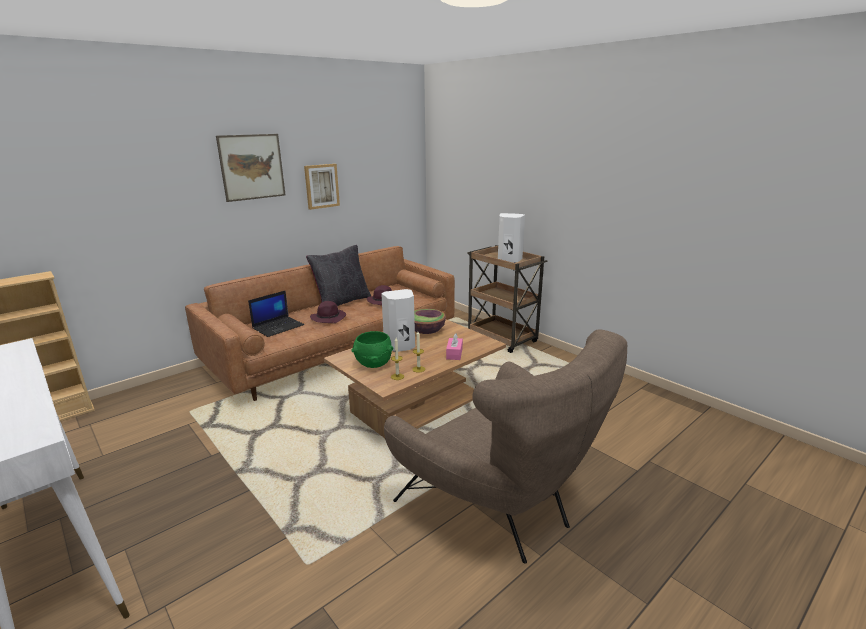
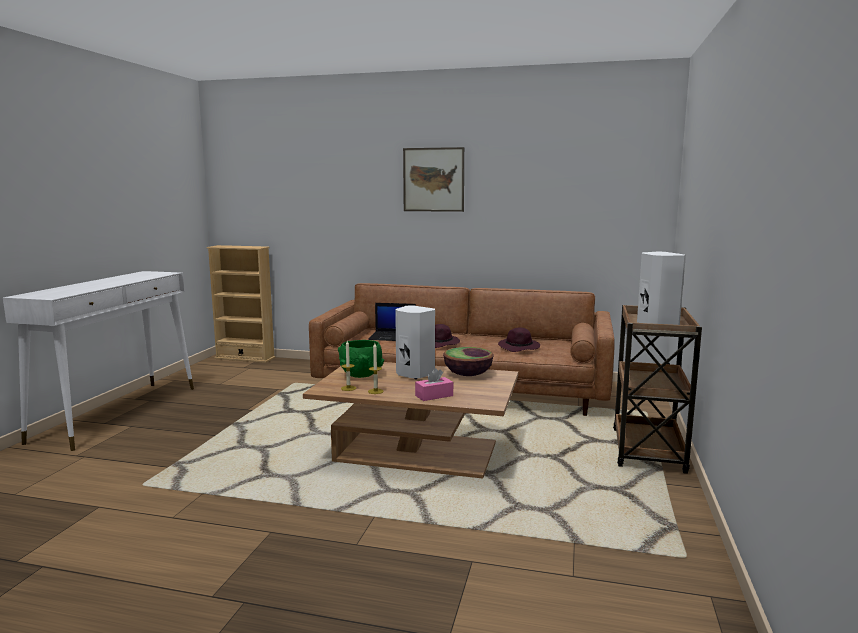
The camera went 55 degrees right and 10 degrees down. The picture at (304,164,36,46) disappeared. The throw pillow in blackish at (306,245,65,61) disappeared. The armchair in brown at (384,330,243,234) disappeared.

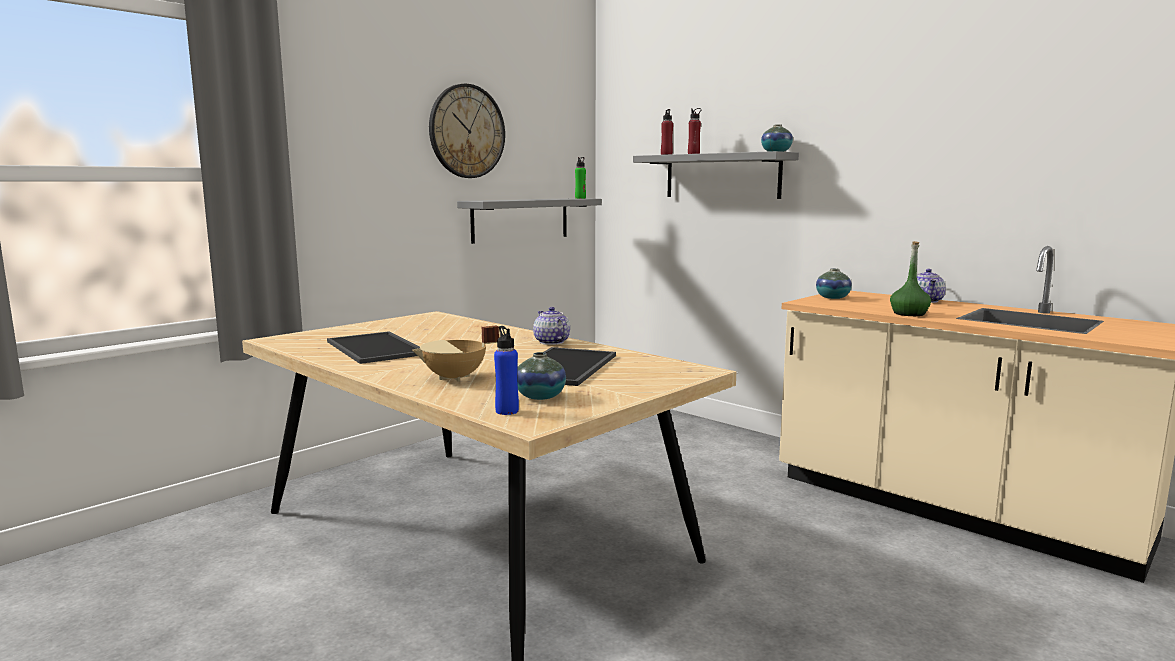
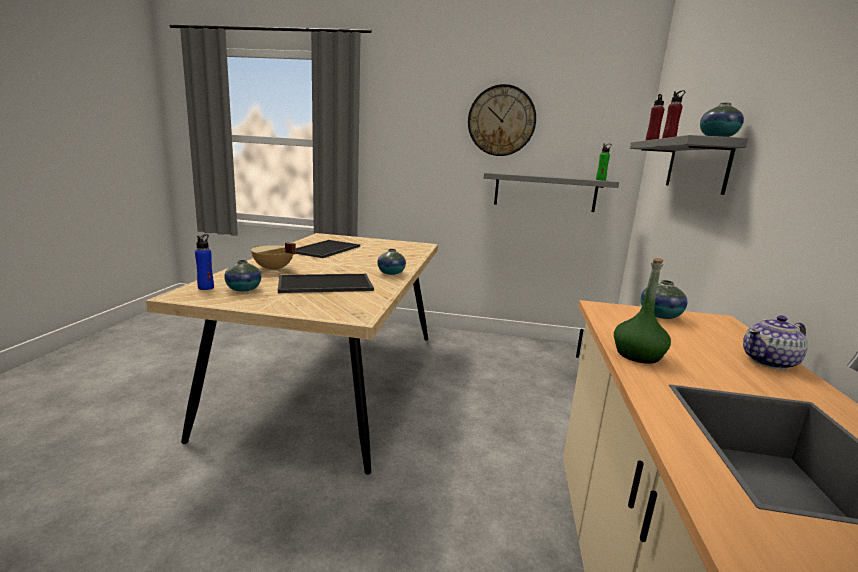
The camera went 55 degrees right and 5 degrees up. The tea pot at (533,307,37,38) was replaced by the vase at (377,249,29,26).

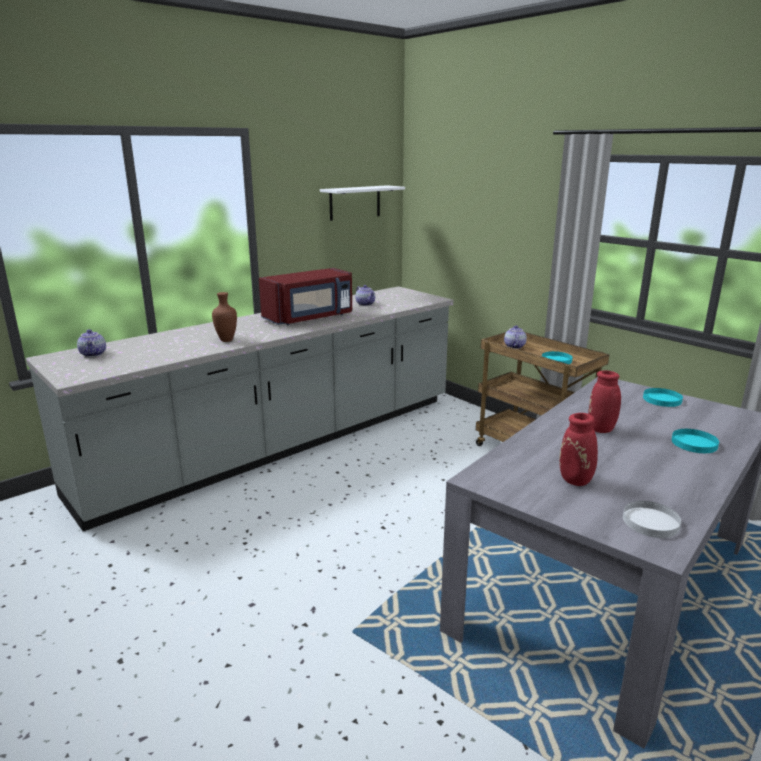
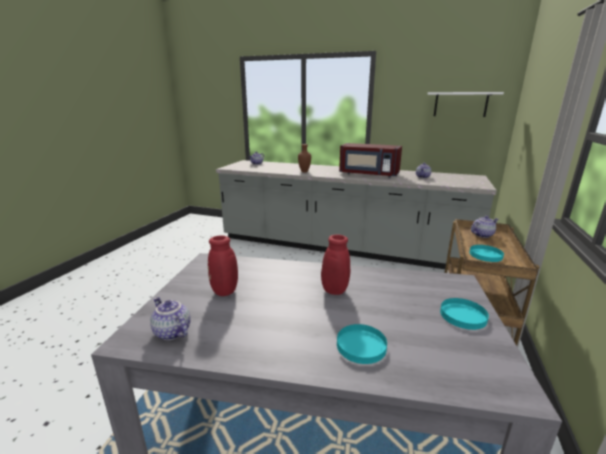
The camera went 60 degrees right and 0 degrees up. The flat dish in white at (623,501,58,37) was replaced by the tea pot at (150,297,41,43).

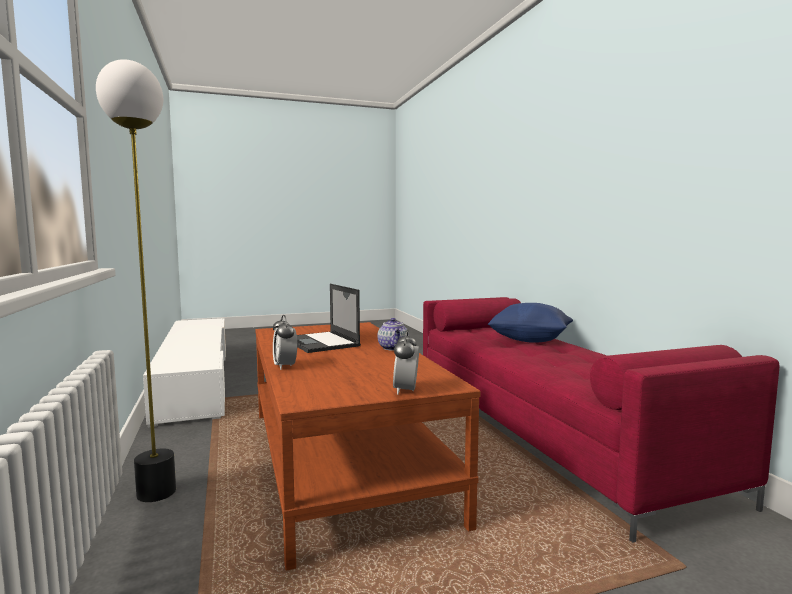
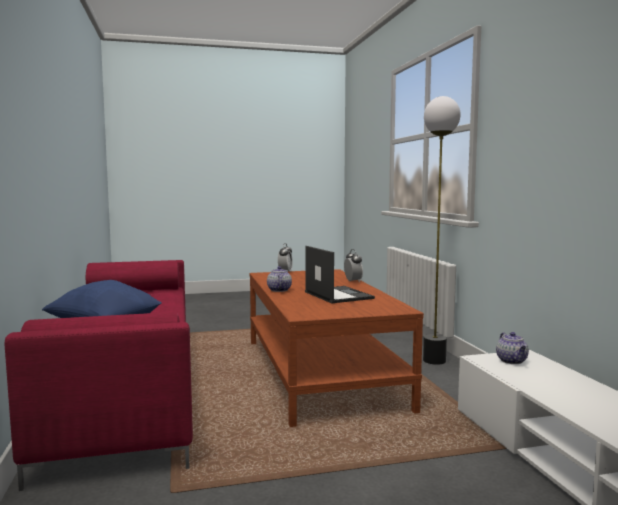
The camera went 175 degrees left and 0 degrees up. The tea pot at (496,332,33,32) appeared.

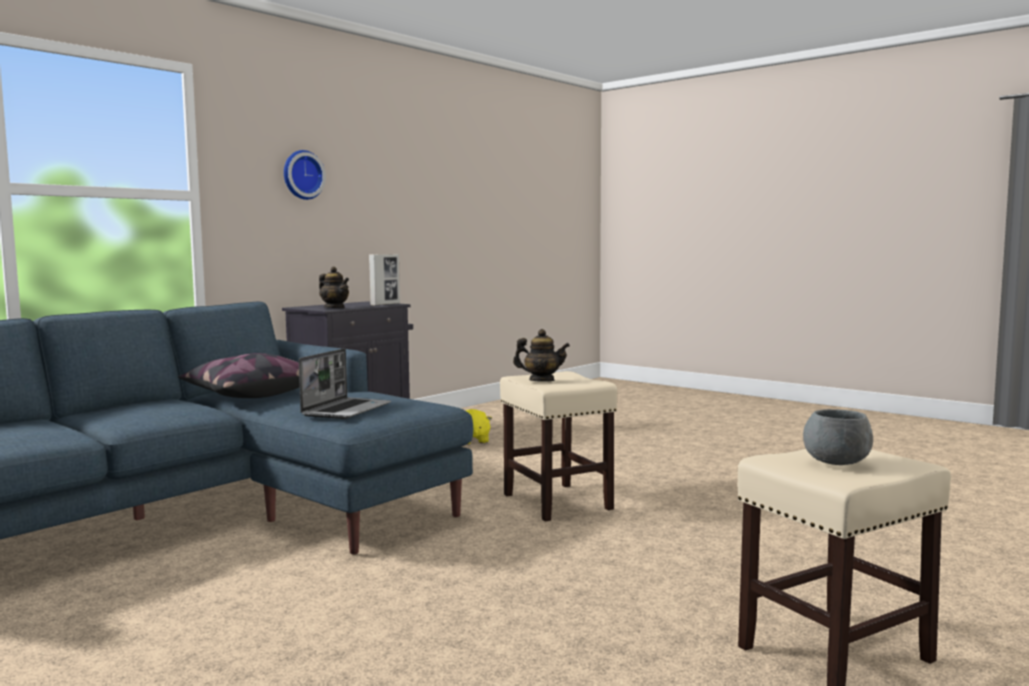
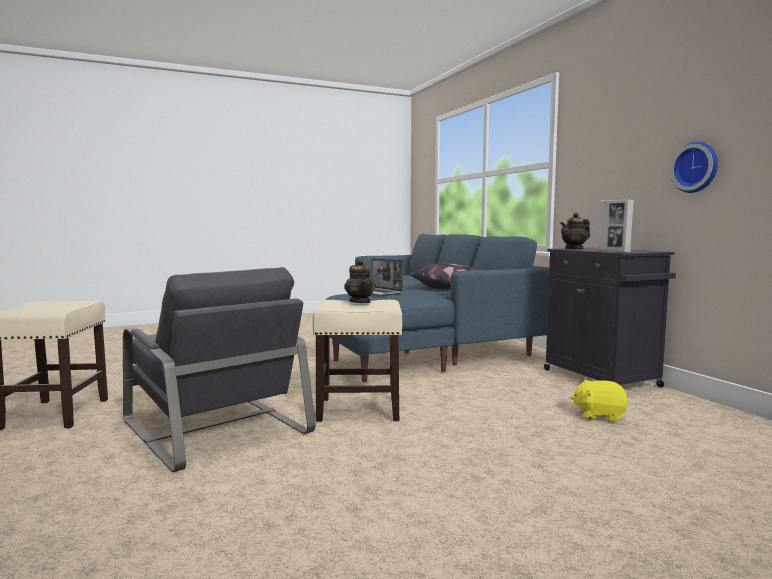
The camera went 115 degrees right and 0 degrees up. The deep dish in gray at (803,409,70,56) disappeared. The armchair in gray at (123,267,193,205) appeared. The wall clock moved from (284,150,42,50) to (670,141,48,52). The tea pot at (513,329,57,53) turned 60 degrees counterclockwise.

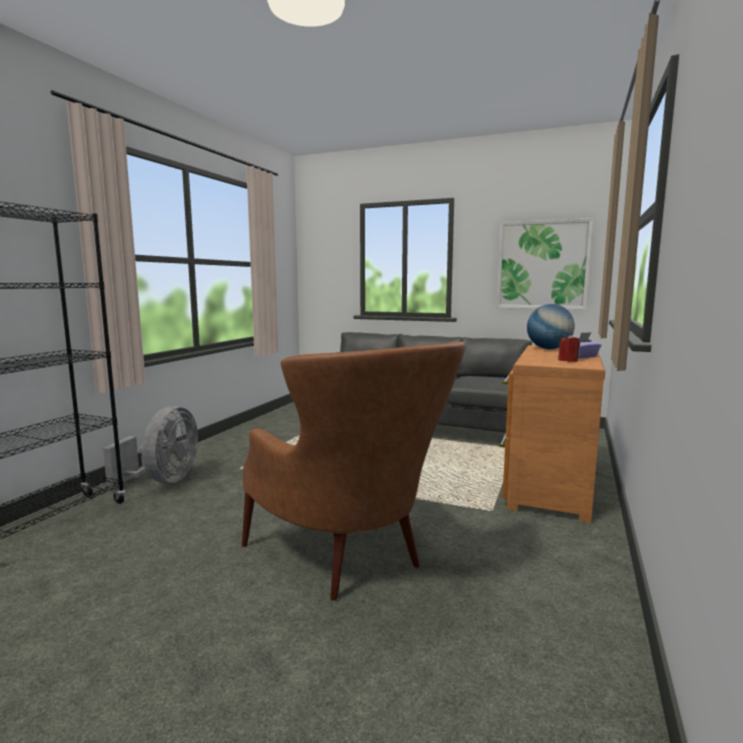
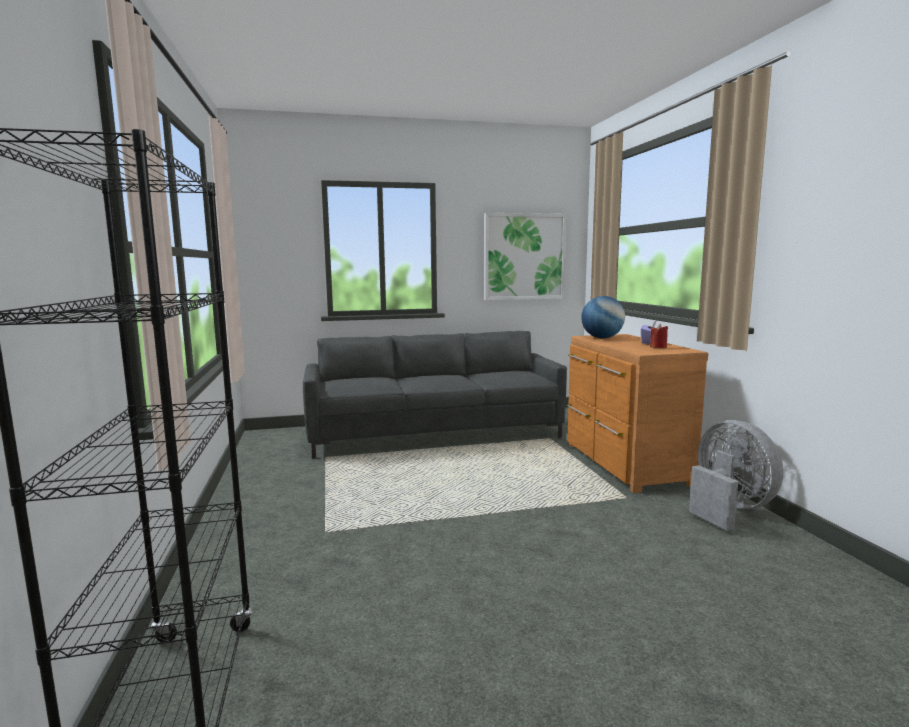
The camera went 35 degrees left and 0 degrees up. The armchair in brown at (242,341,224,259) disappeared. The fan in gray moved from (103,406,95,82) to (689,420,94,111).

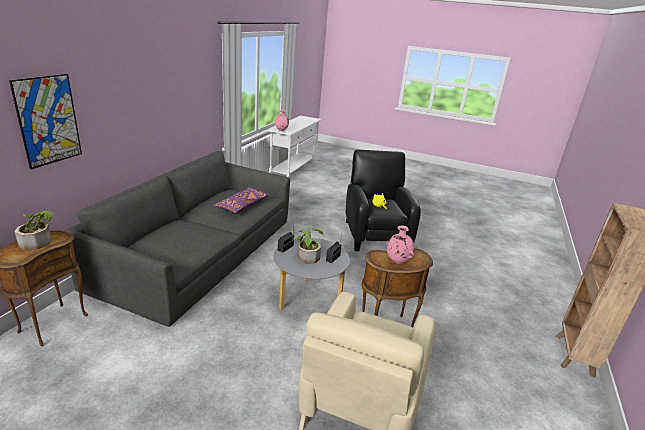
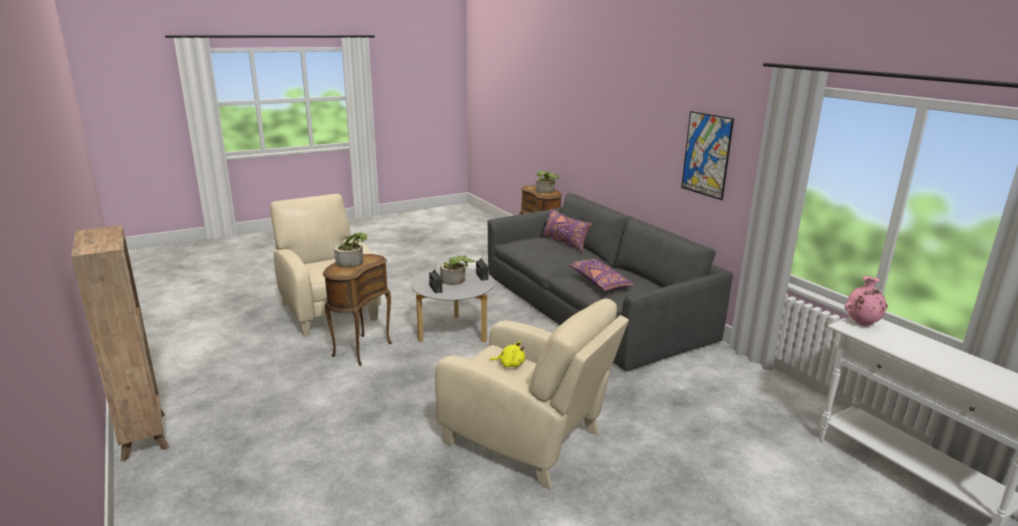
The camera went 130 degrees right and 5 degrees down. The throw pillow in purple-coloured at (543,209,49,43) appeared. The picture moved from (9,74,73,95) to (681,111,53,89). The vase in pink-coloured at (387,226,27,38) was replaced by the plant in a pot at (334,233,33,35). The armchair in blackish at (346,150,75,101) became the armchair in beige-coloured at (435,299,194,191).

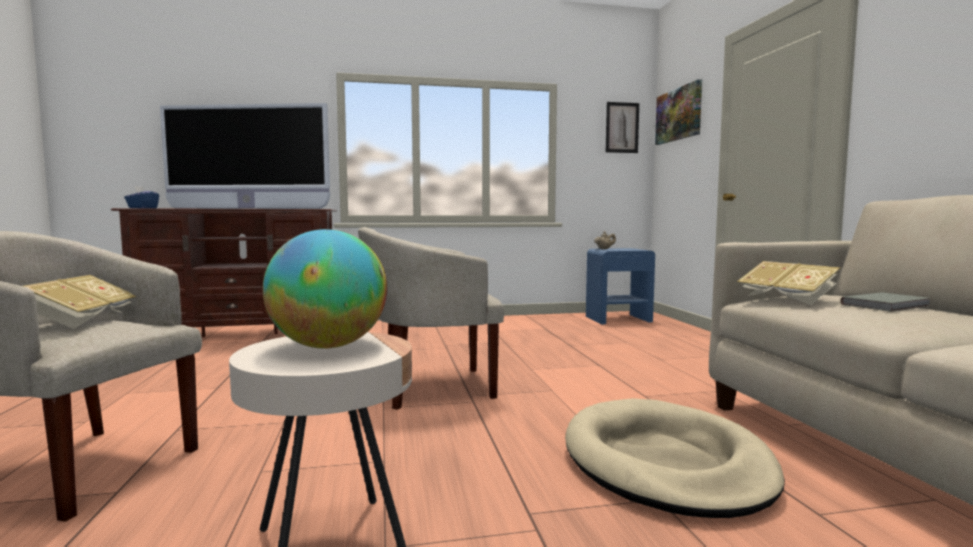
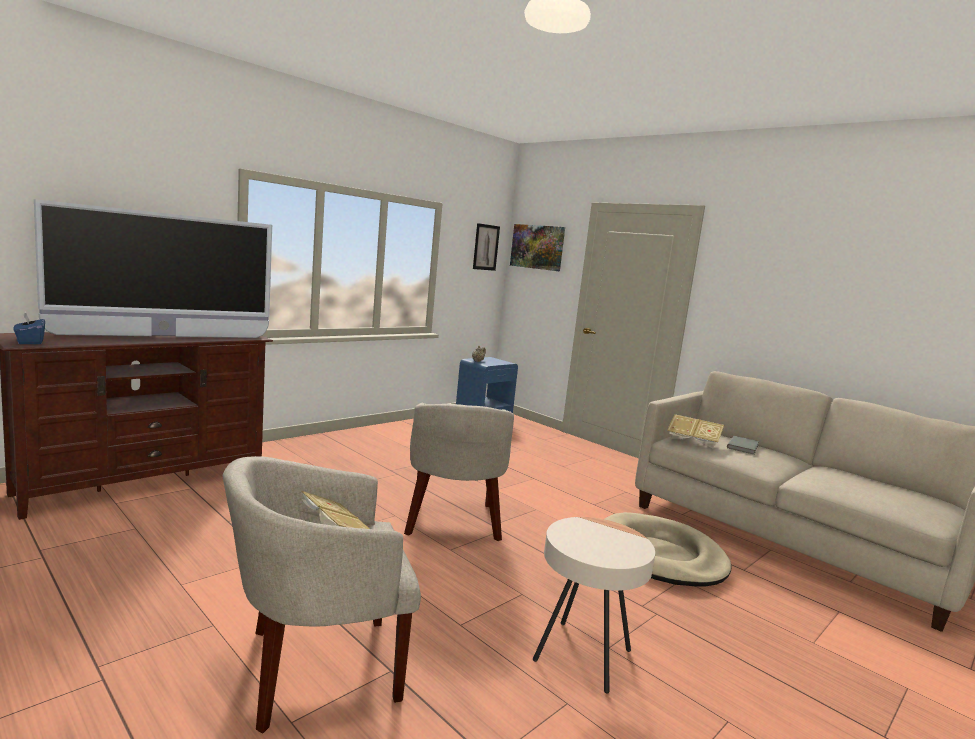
The camera went 35 degrees left and 5 degrees up. The globe at (263,229,124,120) disappeared. The armchair in beige-coloured at (358,227,146,183) turned 45 degrees counterclockwise.

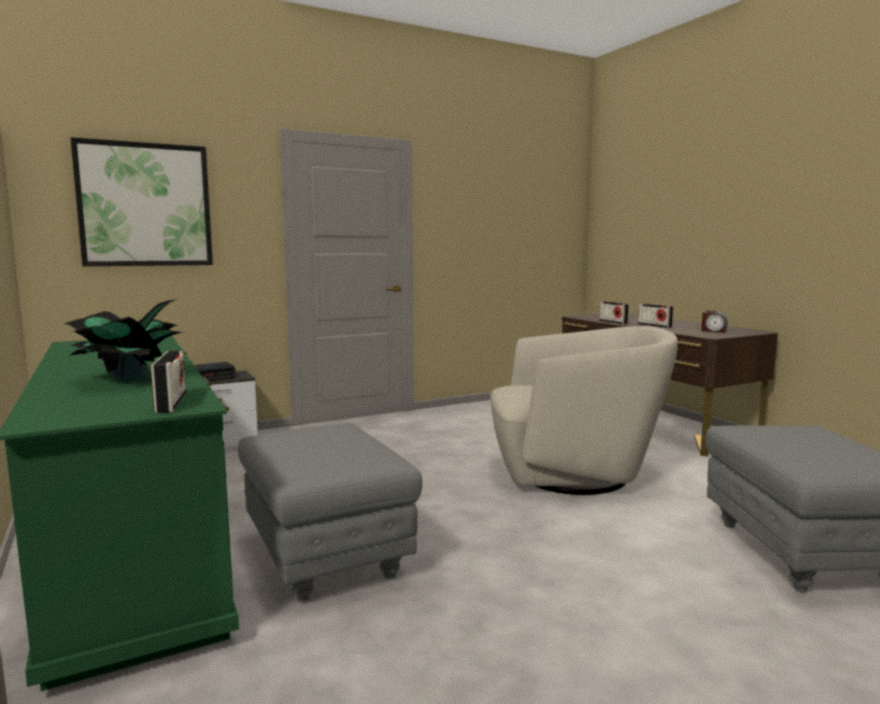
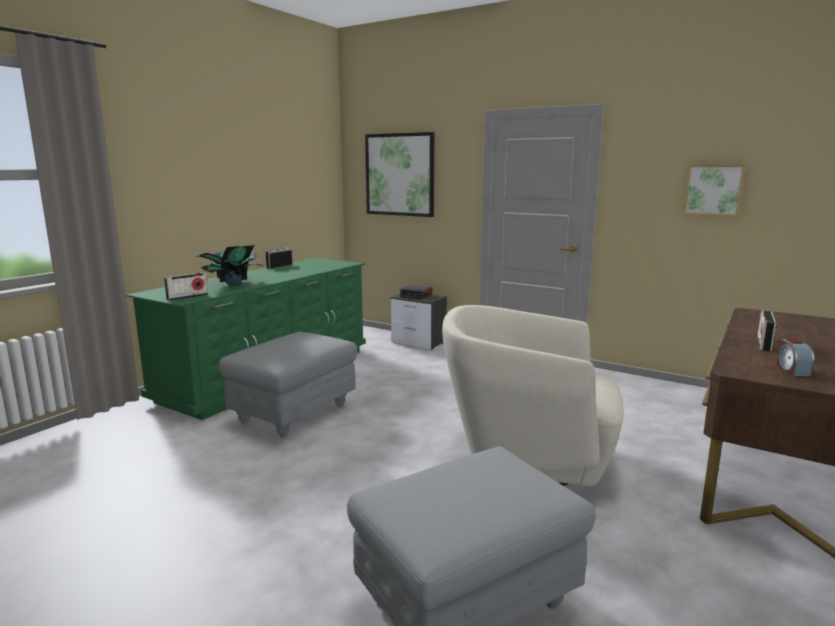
The camera went 60 degrees right and 5 degrees up. The picture at (684,165,61,51) appeared. The radio moved from (599,301,30,24) to (265,248,27,21). The armchair in beige-coloured at (491,326,187,169) turned 135 degrees clockwise.

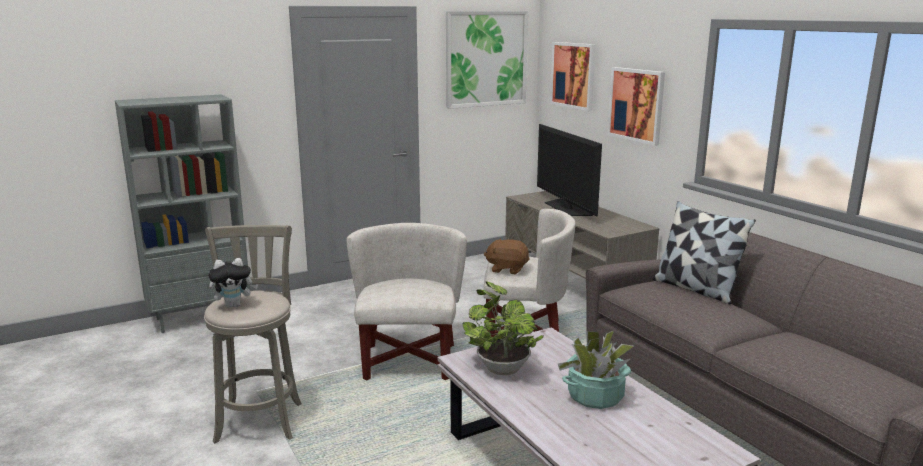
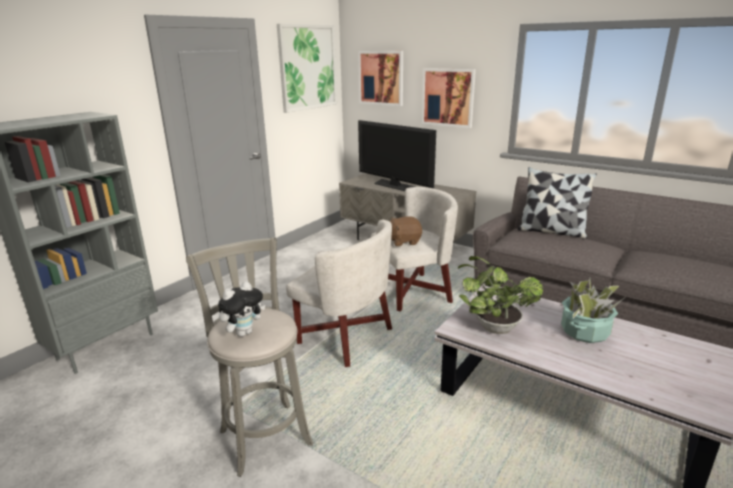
The camera went 25 degrees left and 5 degrees up. The armchair in white at (347,223,120,158) turned 150 degrees clockwise.

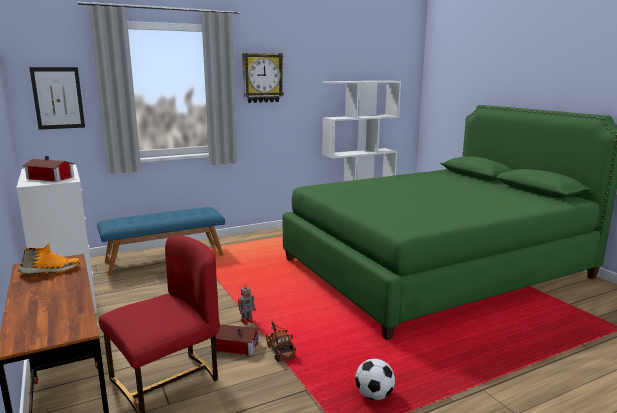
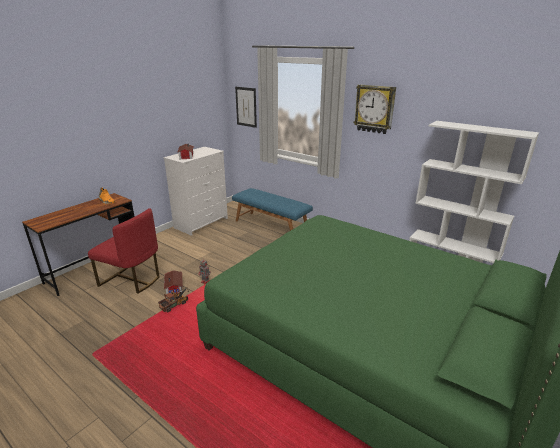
The camera went 65 degrees right and 10 degrees up. The football at (355,358,40,42) disappeared.

